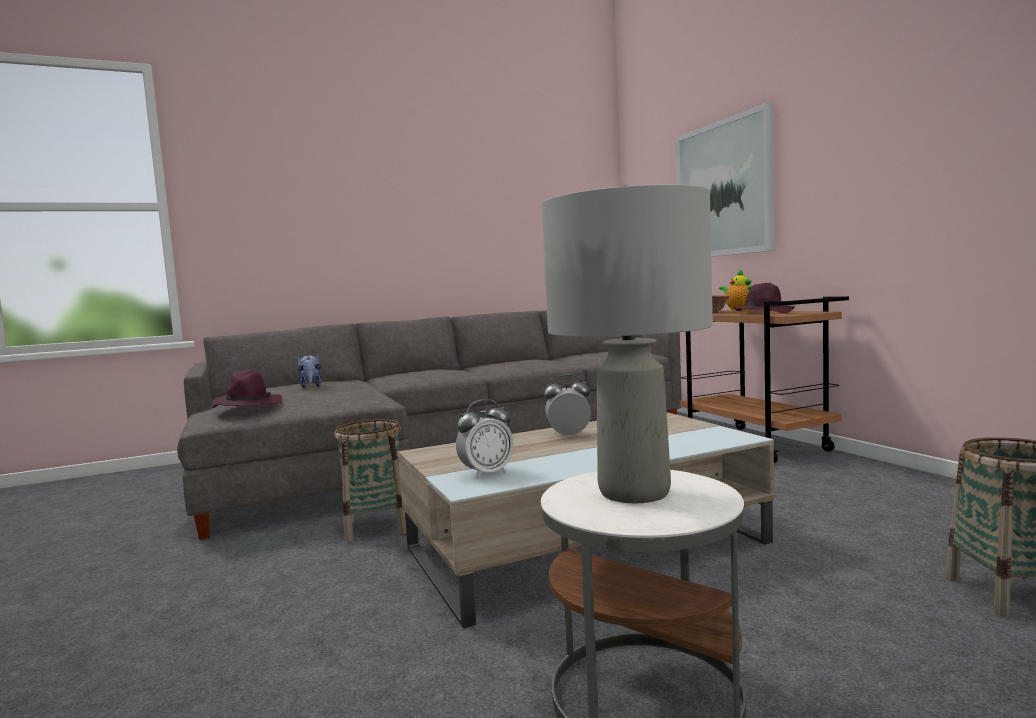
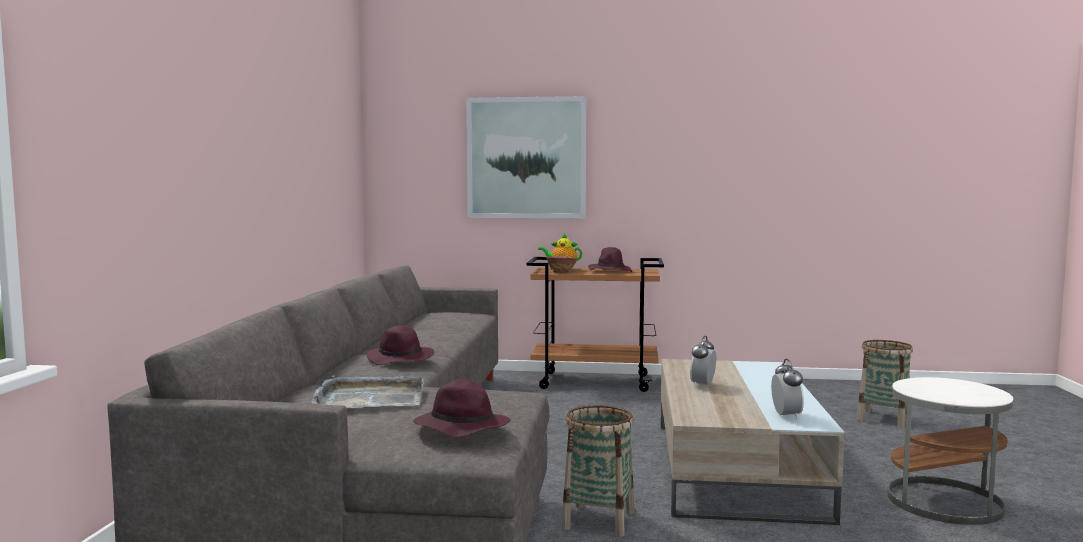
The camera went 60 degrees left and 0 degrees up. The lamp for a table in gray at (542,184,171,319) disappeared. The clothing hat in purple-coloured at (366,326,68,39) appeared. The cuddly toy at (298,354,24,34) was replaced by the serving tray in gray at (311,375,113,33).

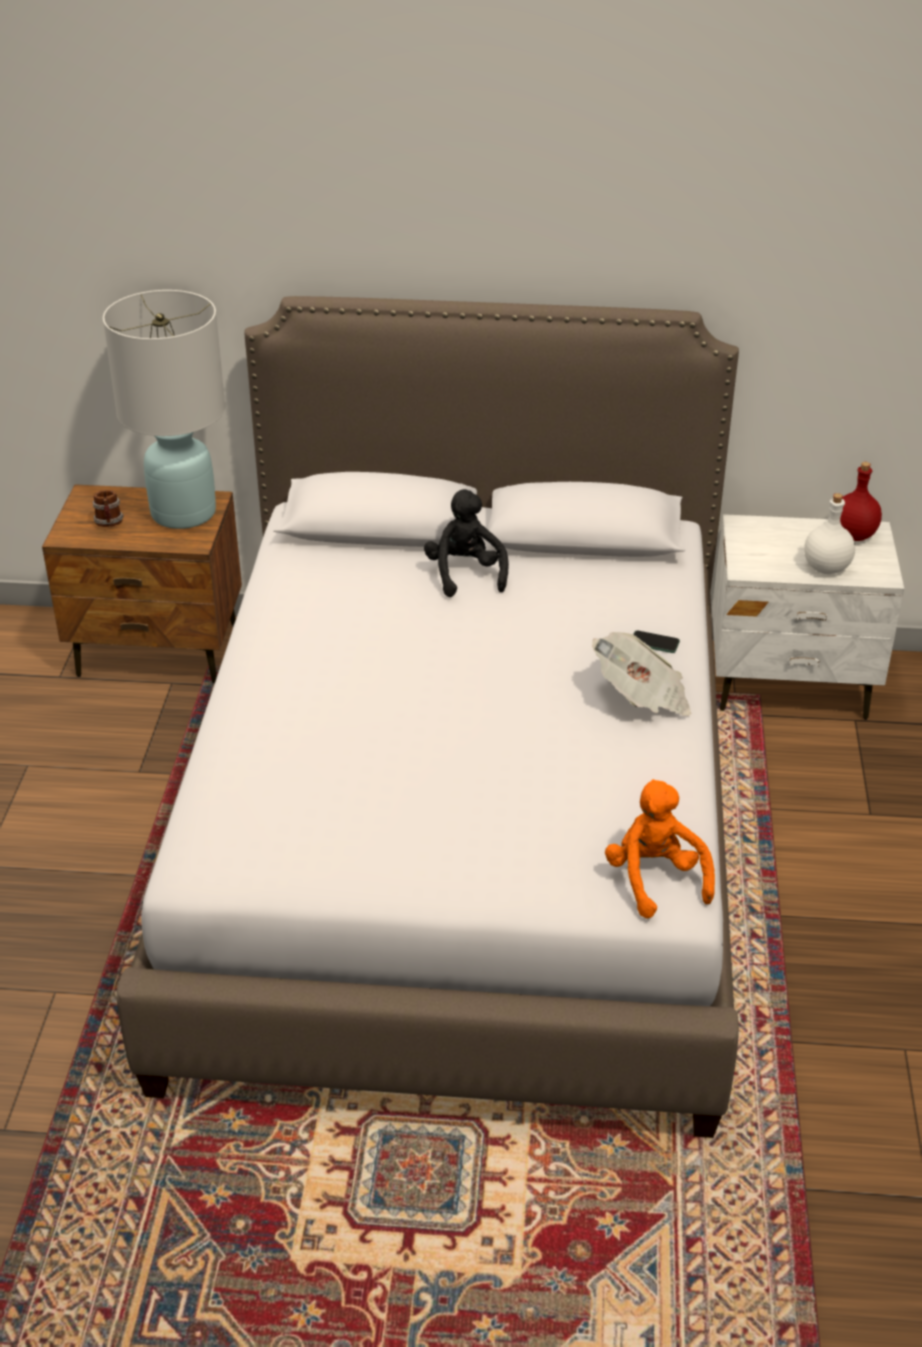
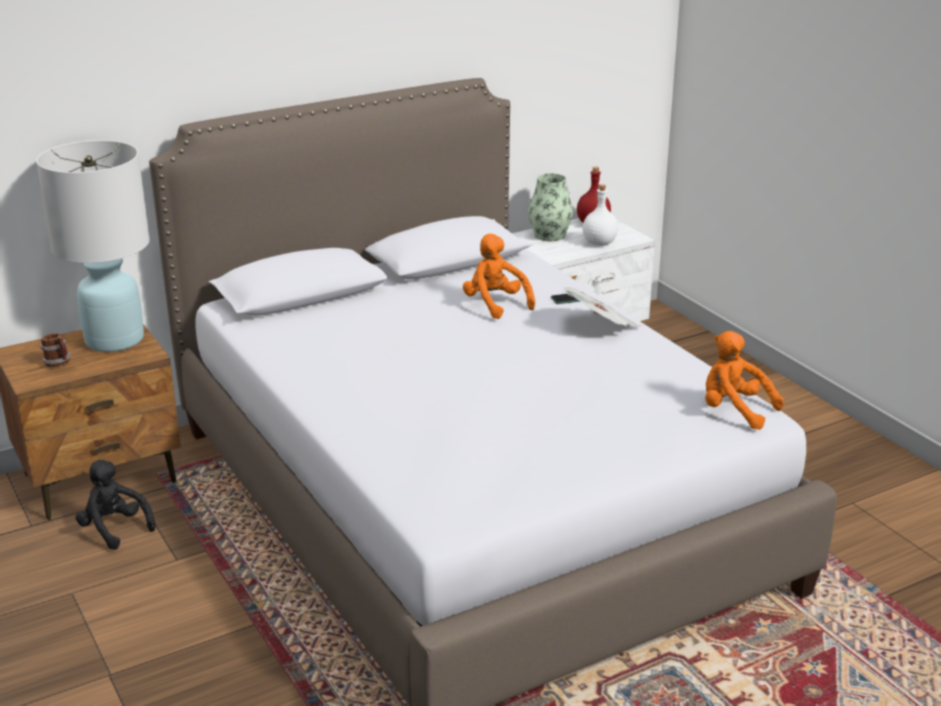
The camera went 35 degrees left and 10 degrees down. The cuddly toy in orange at (463,234,72,85) appeared. The vase at (528,173,45,68) appeared. The cuddly toy in blackish moved from (424,489,85,108) to (76,460,79,90).

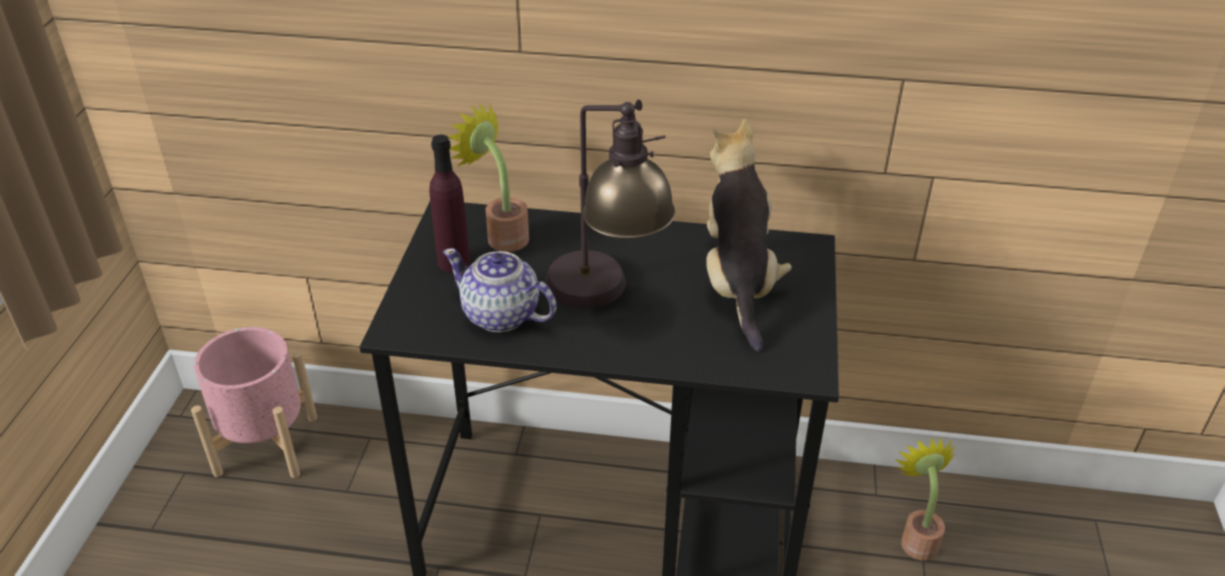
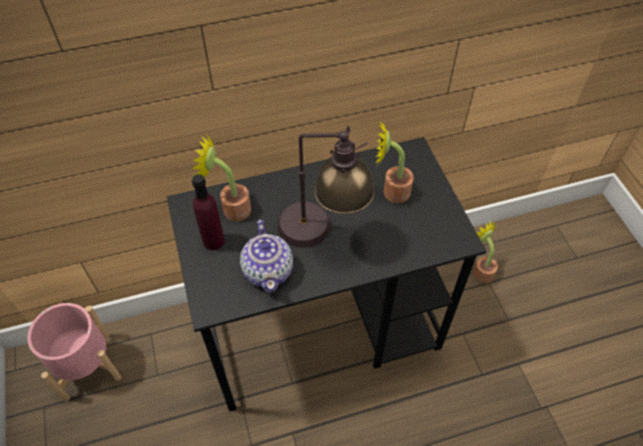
The camera went 25 degrees left and 15 degrees up. The cuddly toy at (706,119,86,232) was replaced by the plant in a pot at (375,120,39,83). The tea pot at (443,248,113,84) turned 105 degrees counterclockwise.

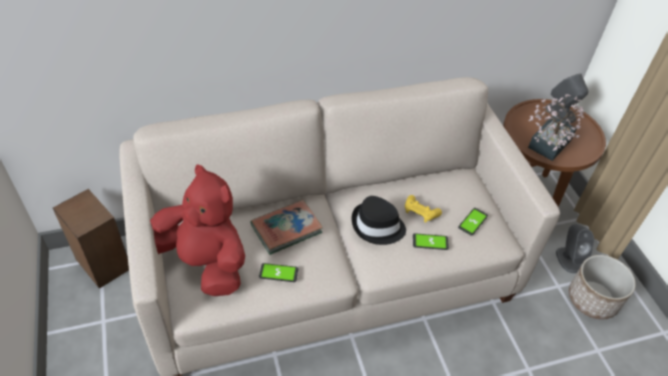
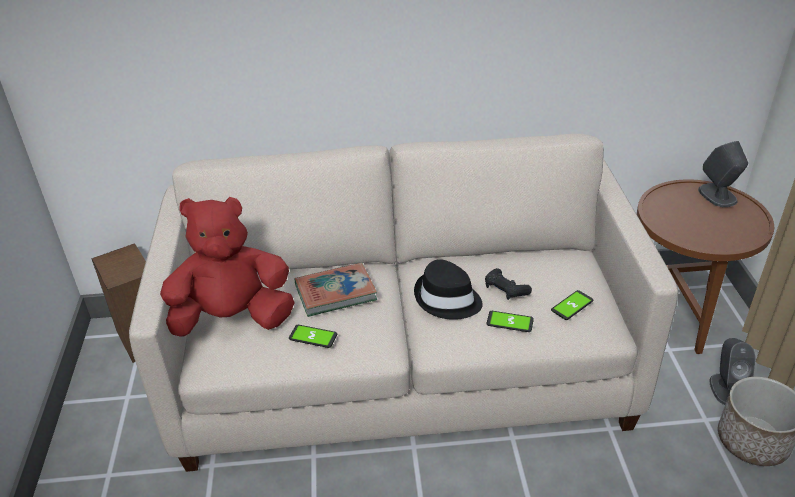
The camera went 15 degrees right and 10 degrees down. The plant in a pot at (528,94,56,67) disappeared. The game controller in yellow at (405,195,37,28) became the game controller in blackish at (485,268,47,32). The cuddly toy in reddish at (150,164,95,132) turned 60 degrees counterclockwise.

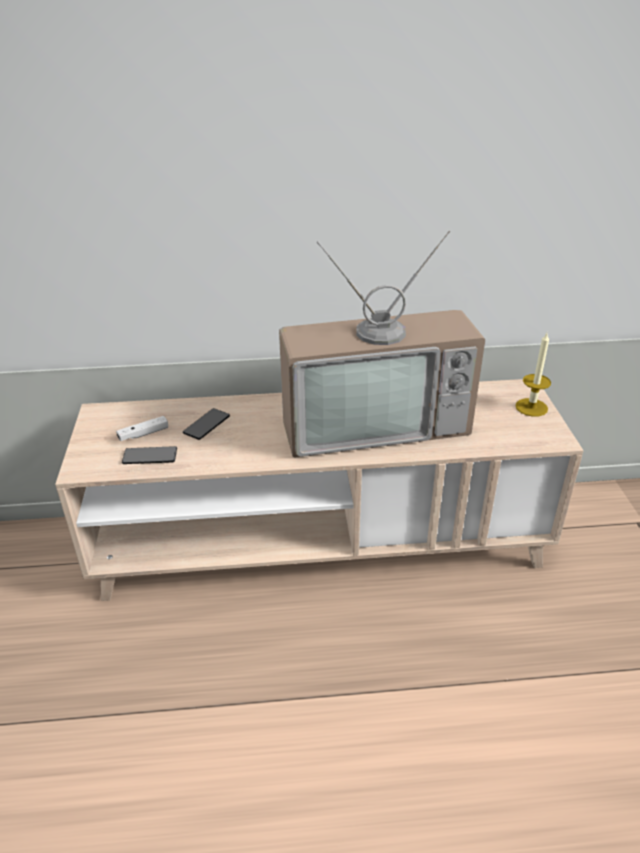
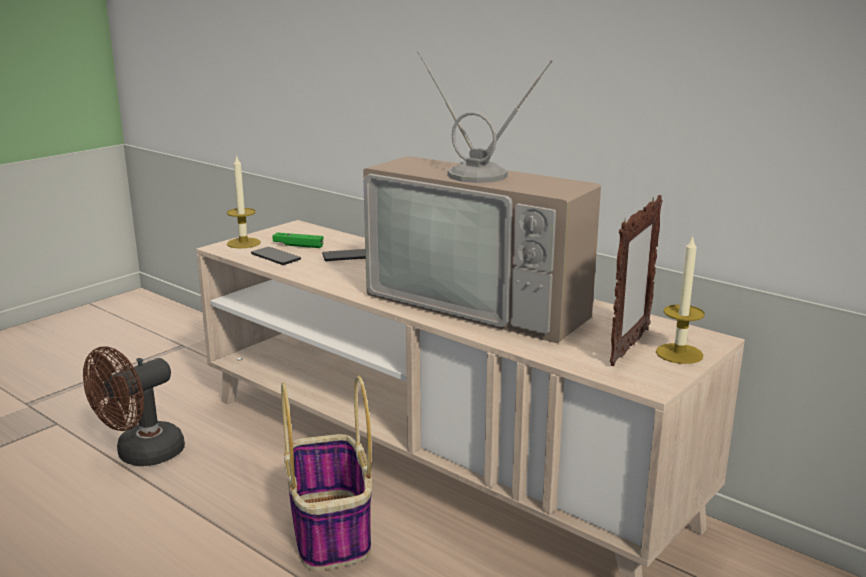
The camera went 45 degrees right and 15 degrees down. The fan in brown at (83,346,102,120) appeared. The candle at (227,155,33,93) appeared. The basket at (281,375,91,196) appeared. The standing frame at (610,195,53,171) appeared. The game controller in white at (116,416,52,25) became the game controller in green at (273,232,50,16).

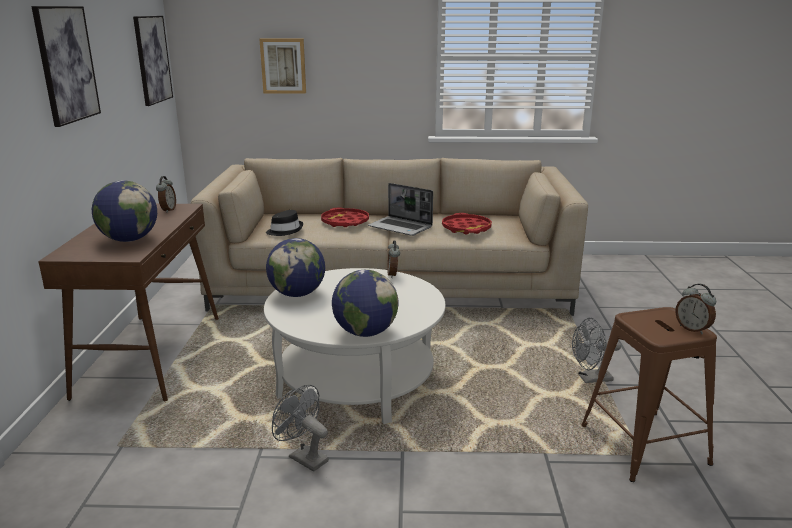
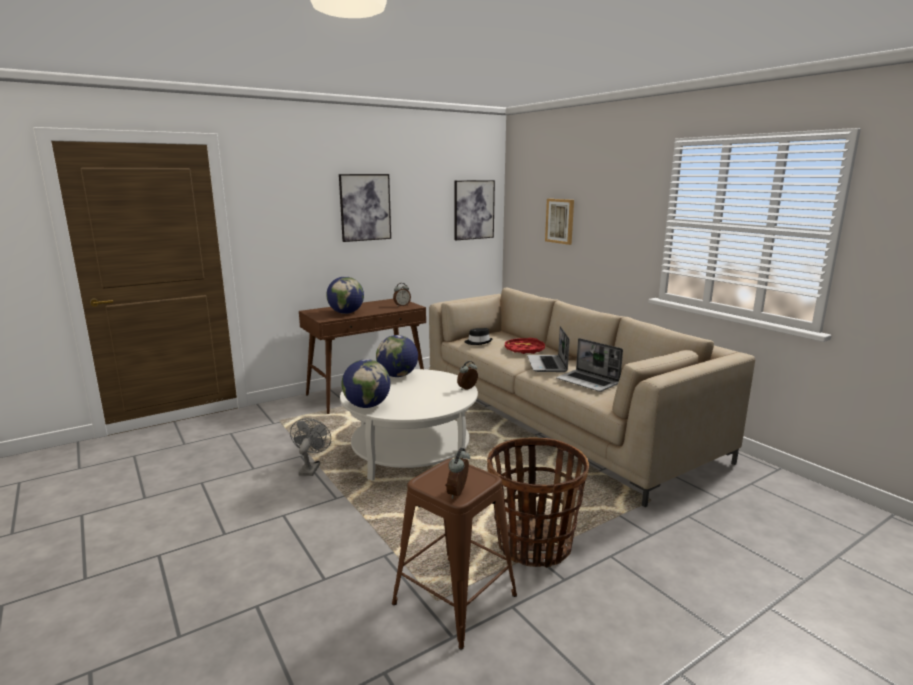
The camera went 55 degrees right and 5 degrees down. The serving tray in reddish at (442,213,50,21) was replaced by the laptop at (556,338,67,54). The fan in gray at (572,318,49,65) was replaced by the basket at (487,437,102,131).

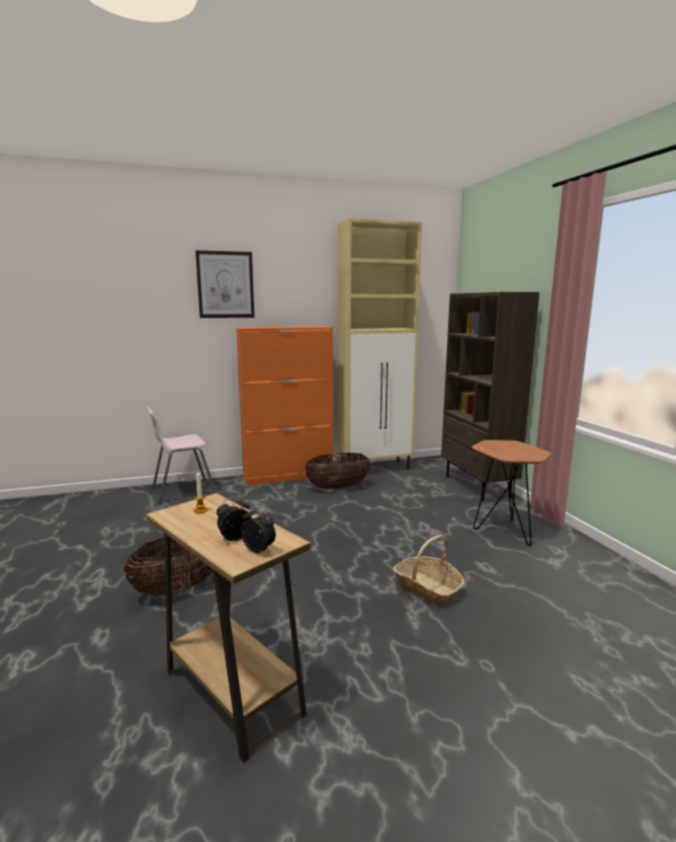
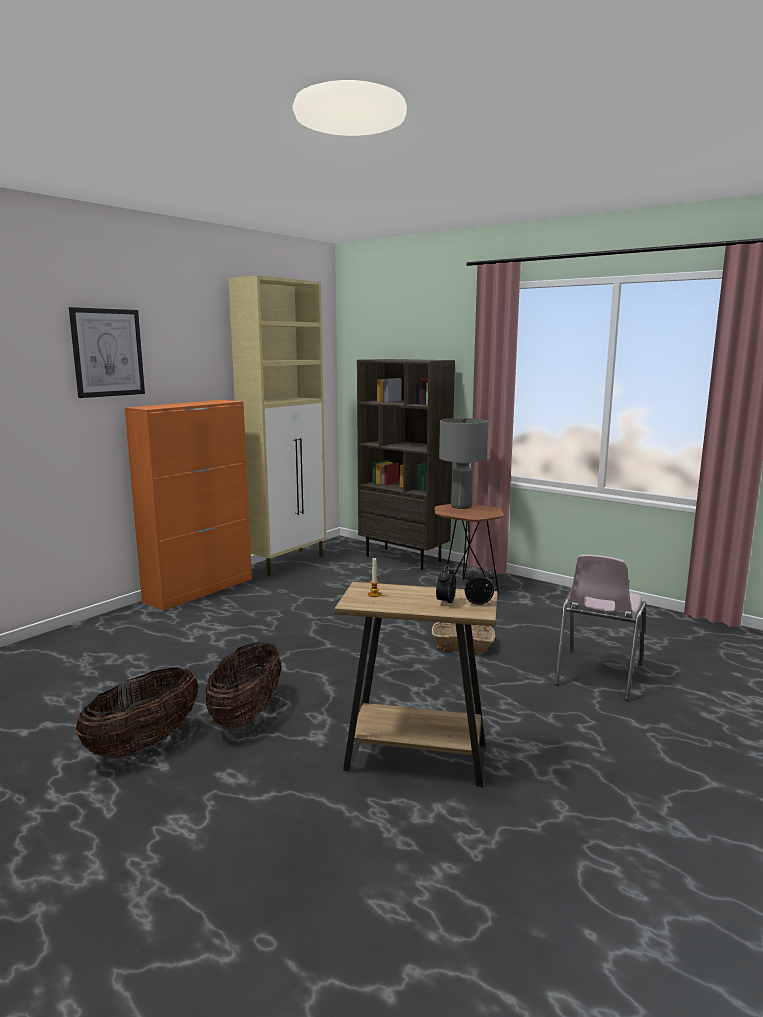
The camera went 35 degrees left and 0 degrees up. The lamp for a table in gray at (439,417,49,92) appeared. The upright chair in pink-coloured moved from (146,407,70,96) to (554,554,92,147). The basket moved from (305,453,65,36) to (76,667,122,91).

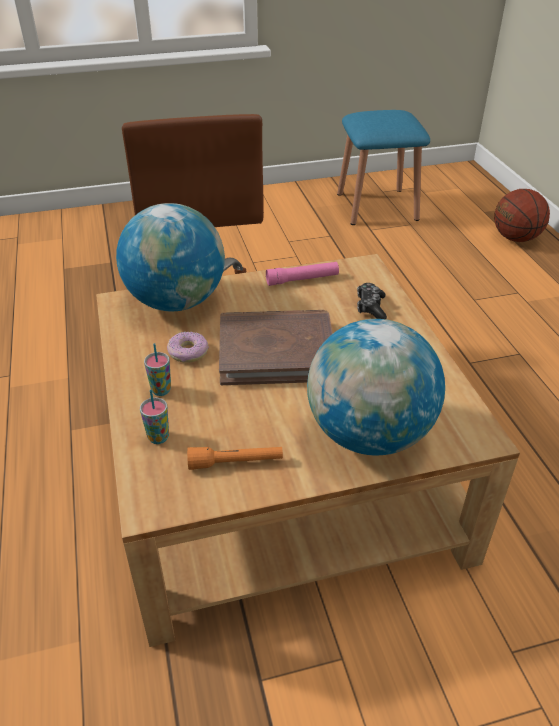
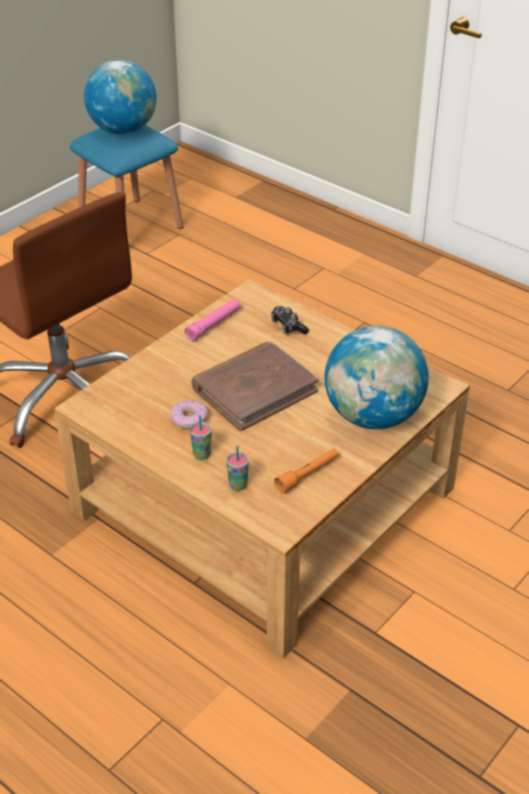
The camera went 35 degrees left and 0 degrees up. The basketball ball at (494,189,56,53) disappeared. The globe moved from (116,203,109,108) to (84,60,73,74).

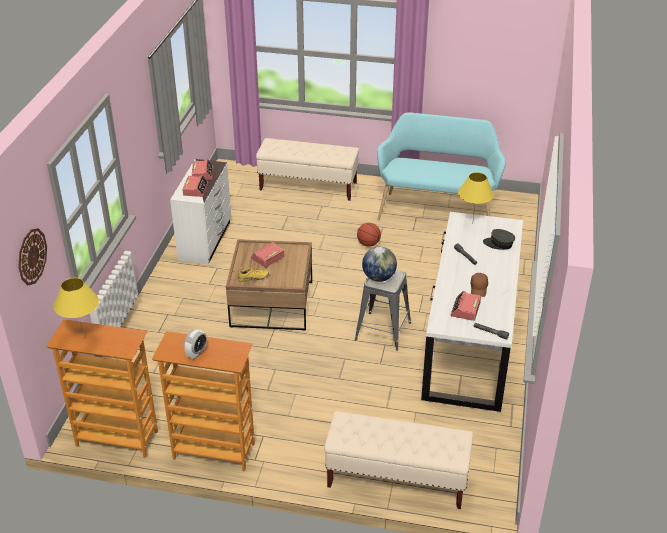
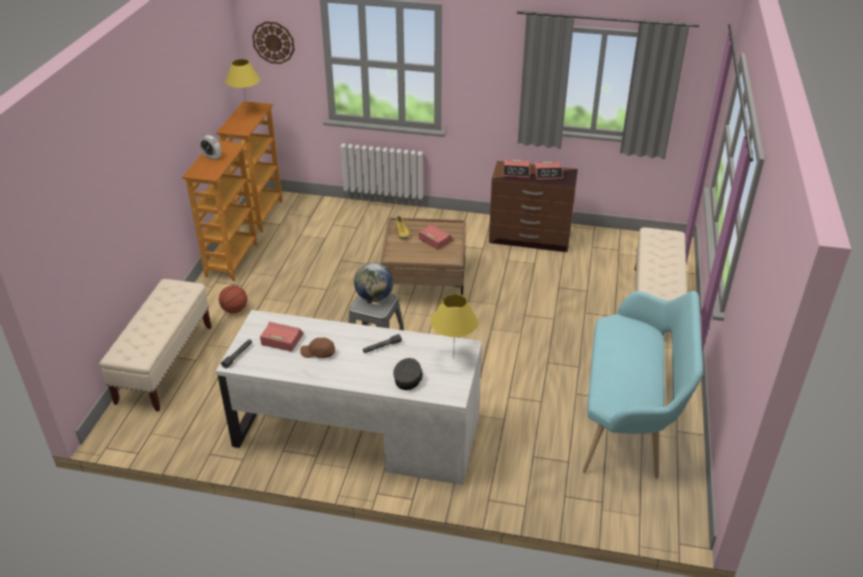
The camera went 90 degrees right and 0 degrees up. The basketball ball moved from (357,223,24,24) to (219,285,28,28). The dresser in white at (170,159,61,105) became the dresser in brown at (489,161,89,91).

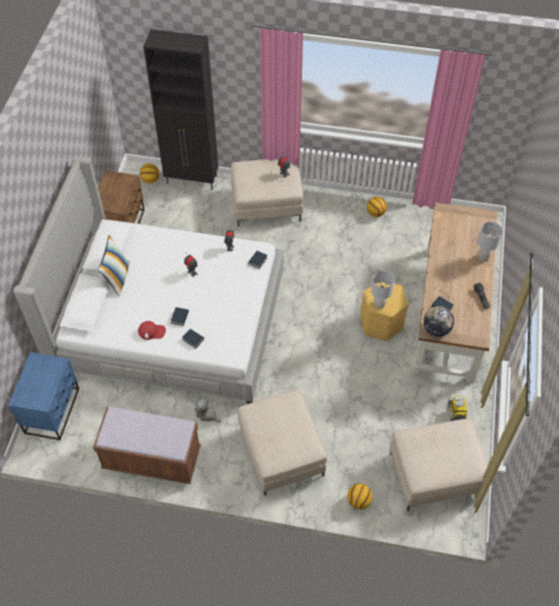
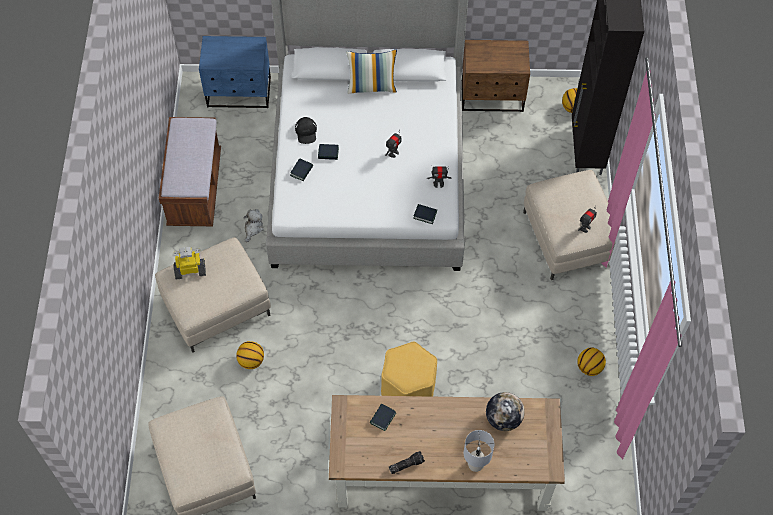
The camera went 80 degrees right and 5 degrees up. The lamp for a table in gray at (371,270,23,39) disappeared. The basketball ball moved from (347,484,26,25) to (236,341,28,28). The globe moved from (423,306,31,31) to (486,392,39,39). The model robot moved from (447,396,20,25) to (173,247,33,33). The peaked cap in reddish at (138,321,28,19) became the peaked cap in blackish at (295,117,22,27).

